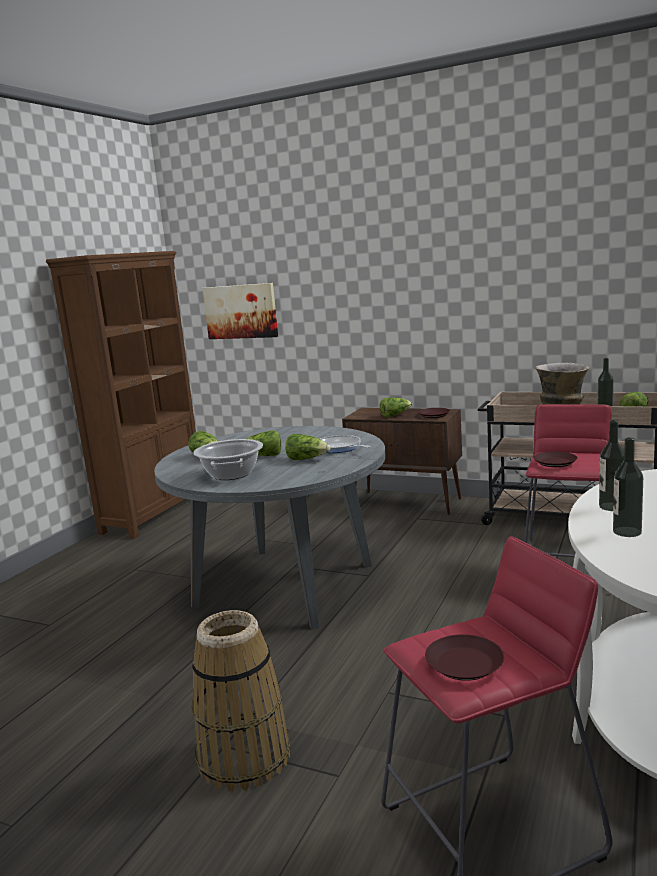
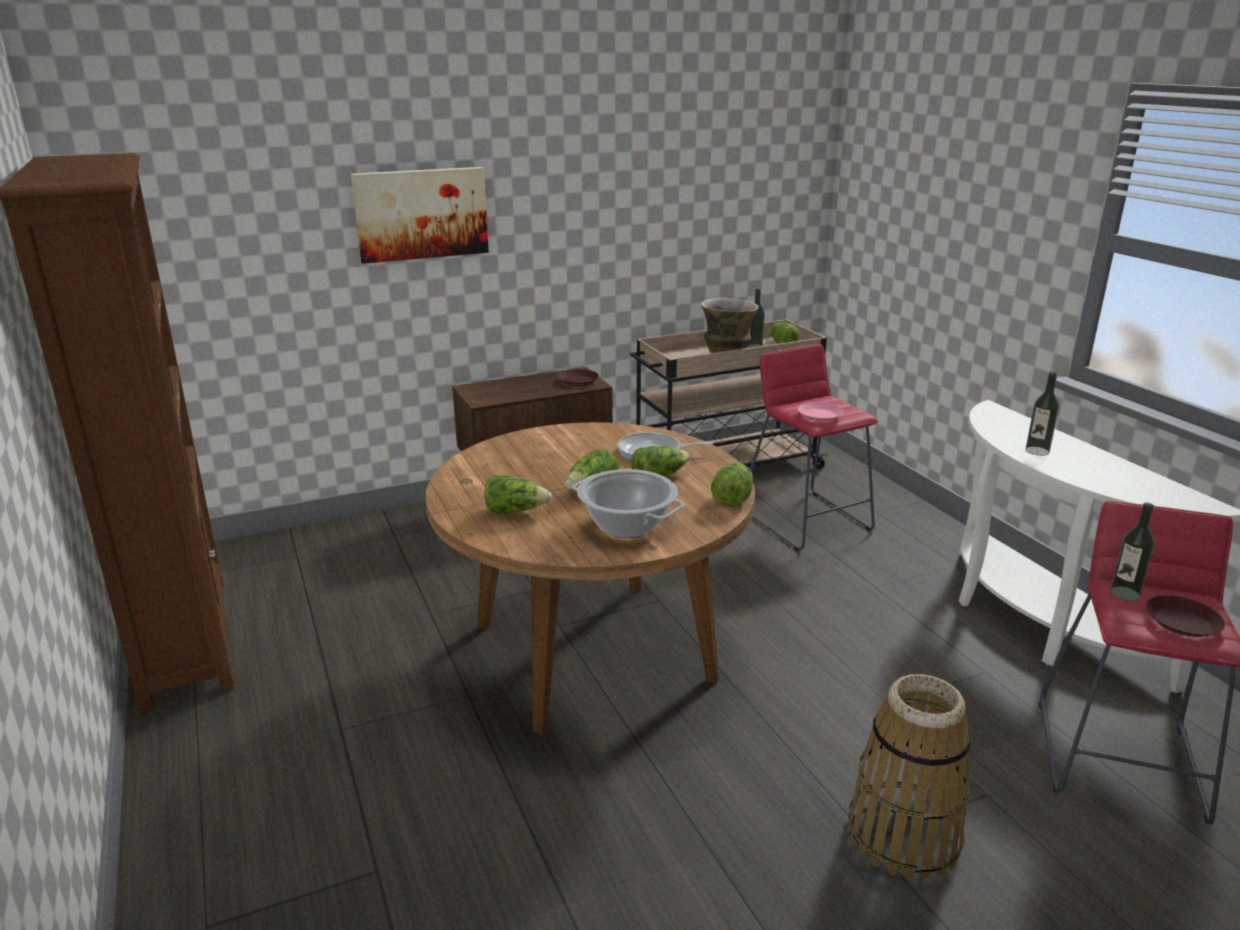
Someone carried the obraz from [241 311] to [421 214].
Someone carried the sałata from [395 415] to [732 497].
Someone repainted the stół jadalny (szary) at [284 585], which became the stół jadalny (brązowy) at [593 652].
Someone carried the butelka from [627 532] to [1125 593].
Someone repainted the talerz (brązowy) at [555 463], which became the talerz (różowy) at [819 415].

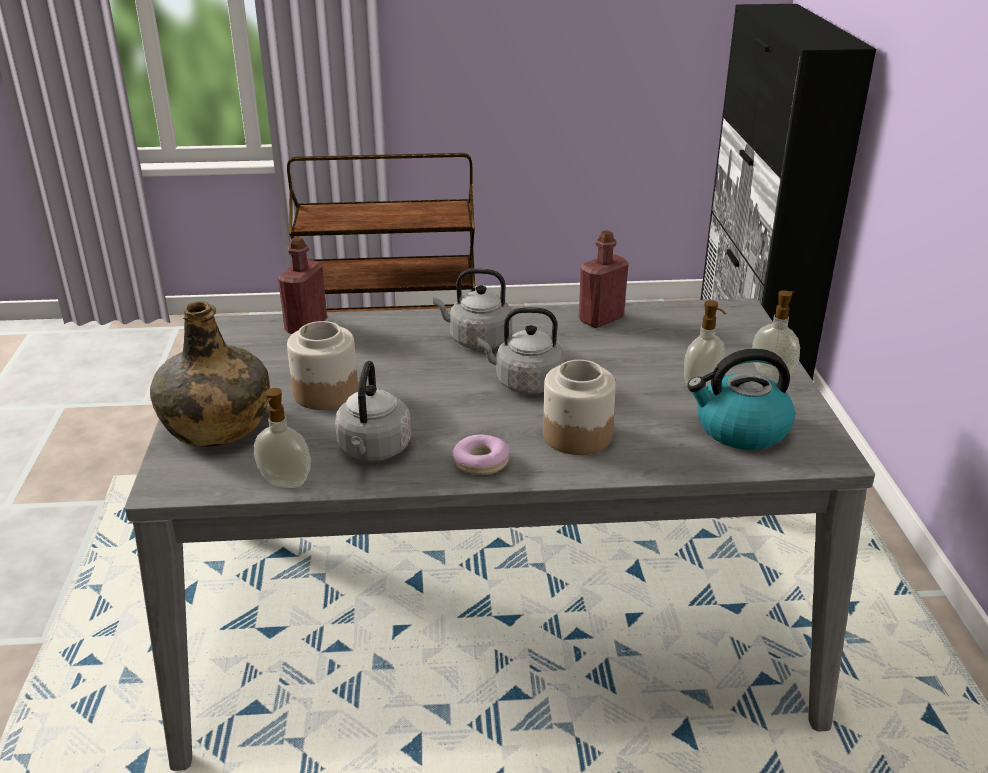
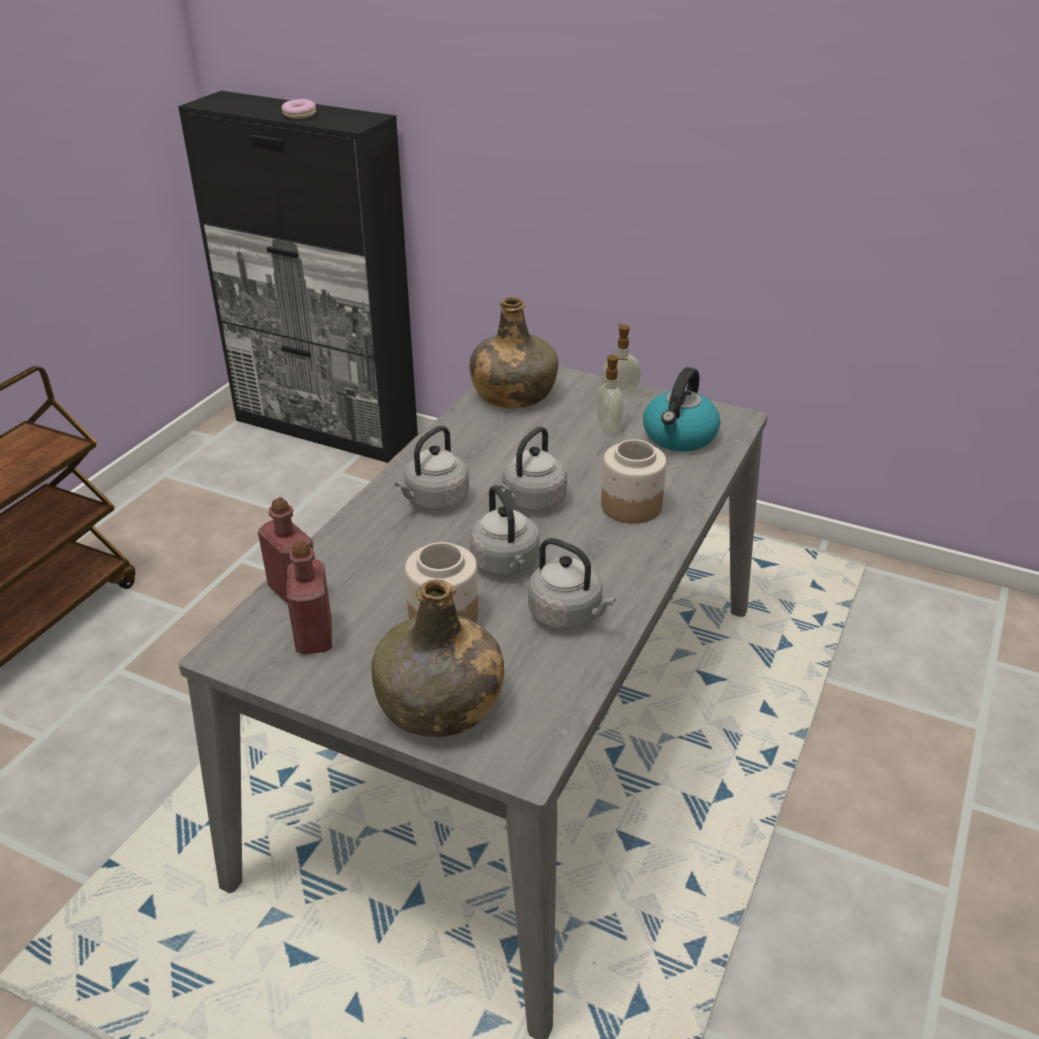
Someone carried the butelka (czerwony) from [601 319] to [314 637].
Someone took away the dozownik mydła at [284 483].
Someone carried the donut from [481 462] to [299 115].
Someone put down the butelka (zielony) at [513 394].
Someone put down the czajnik (szary) at [506 565].

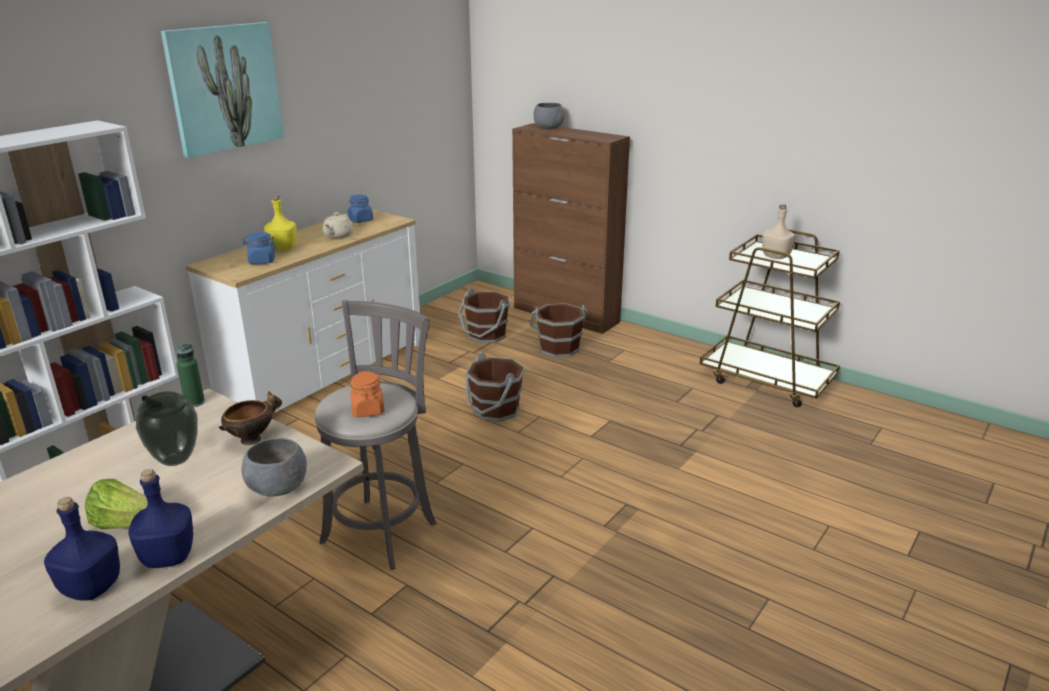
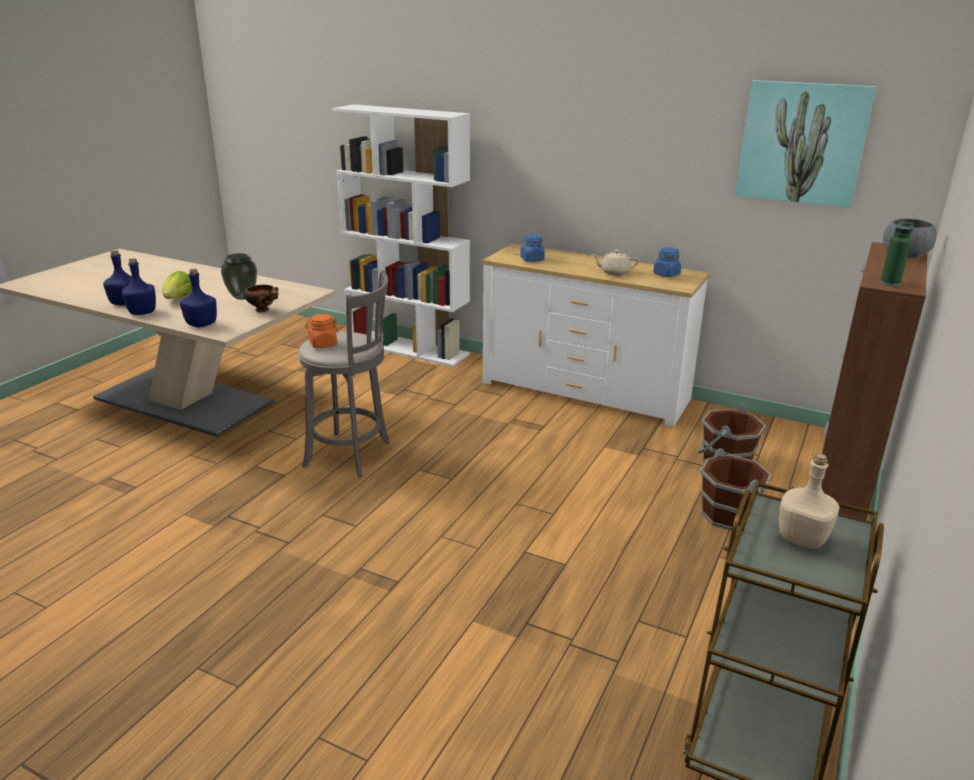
Someone carried the obraz from [225 88] to [802 143].
Someone took away the butelka (żółty) at [282 248].
Someone carried the butelka (zielony) from [194 402] to [890 283].
Someone took away the wiadro (brązowy) at [495 410].
Someone swapped the miska (szary) at [278 487] for the butelka (niebieski) at [202 324].

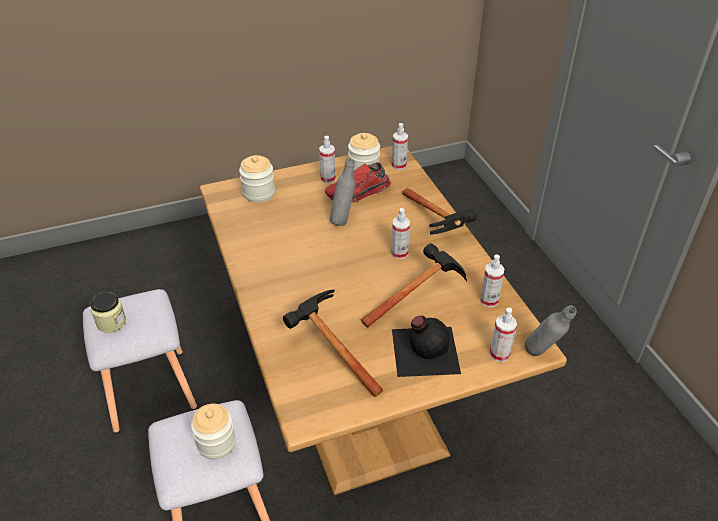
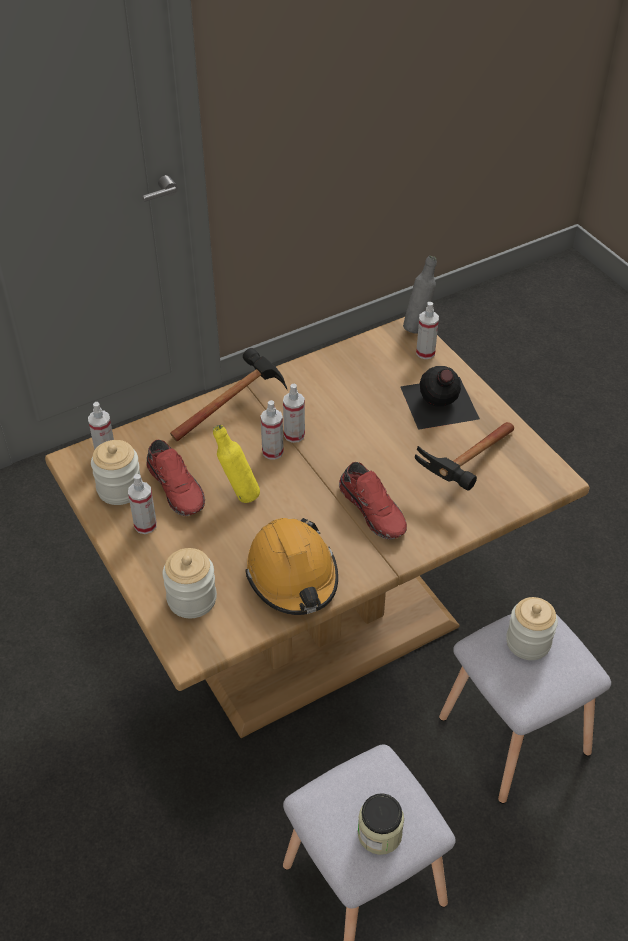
Someone repainted the butelka (szary) at [343 219], which became the butelka (żółty) at [238 494].
Someone took away the młotek at [418 296].
Someone carried the spryskiwacz from [489 300] to [272 452].
Someone put down the but (czerwony) at [374 510].
Someone put down the kask (pomarańczowy) at [292 576].

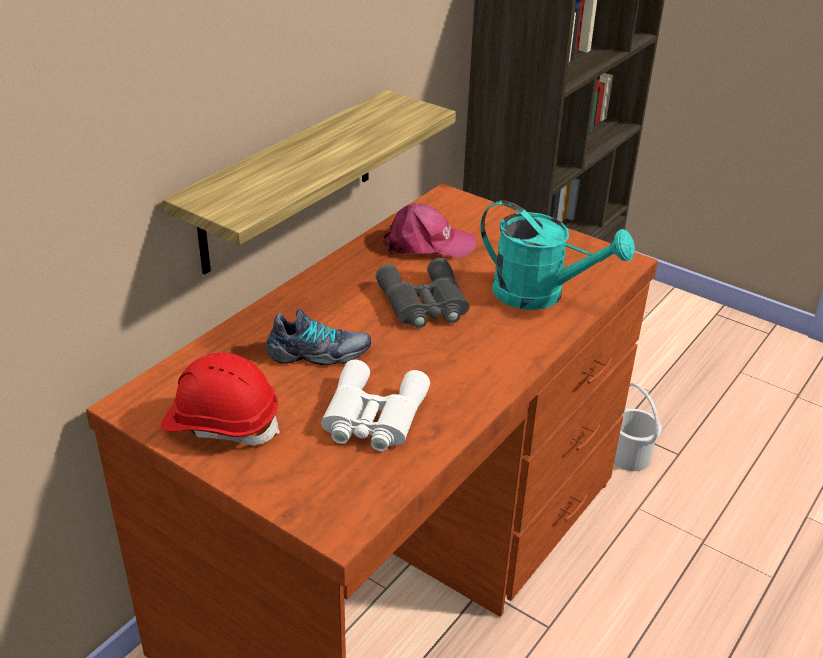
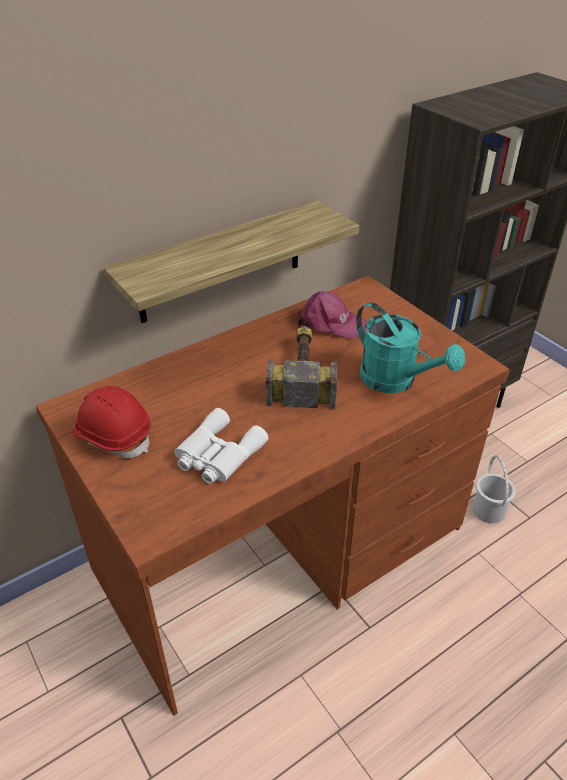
Someone swapped the lornetka (szary) at [423 304] for the młotek at [302 372].
Someone took away the but at [319 354].

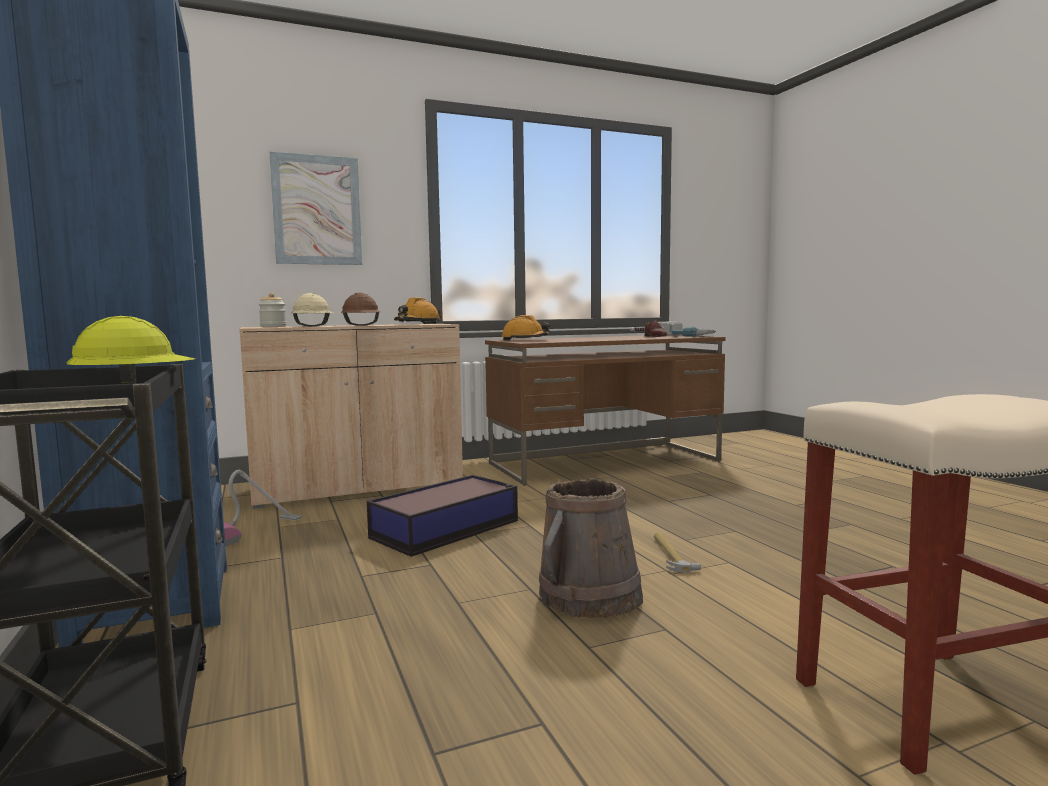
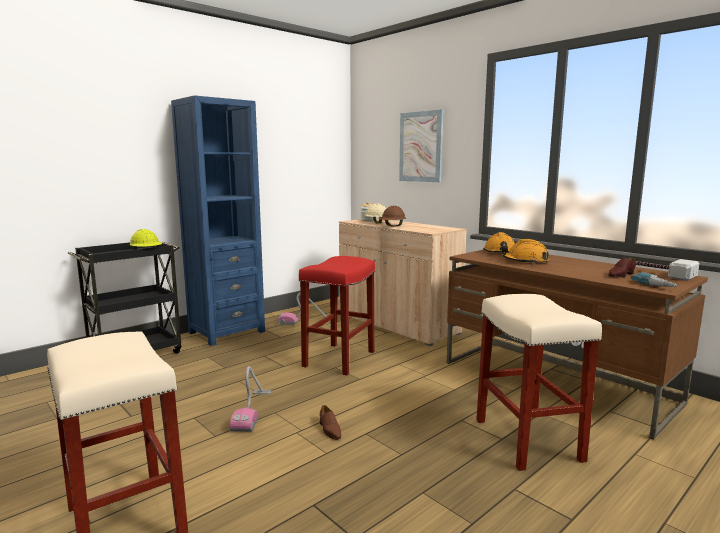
Someone carried the kask (pomarańczowy) from [417 324] to [525 261].
Someone swapped the pojemnik do przechowywania at [447 529] for the stołek (czerwony) at [339 359].
Someone swapped the wiadro (brązowy) at [590 597] for the odkurzacz at [252 411].
Someone swapped the młotek at [671 555] for the but (brązowy) at [329 430].
Someone put down the stołek (beżowy) at [526 439].

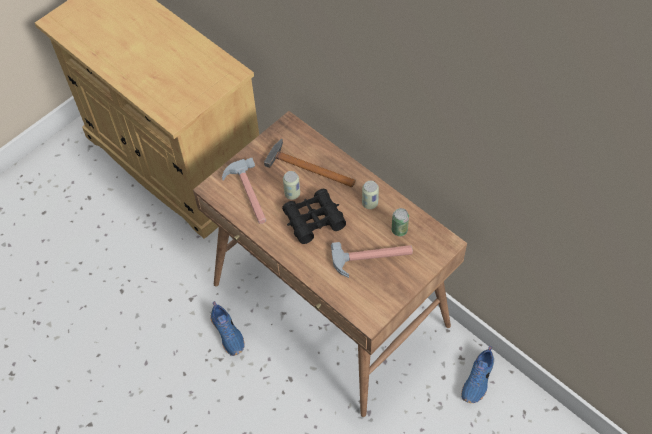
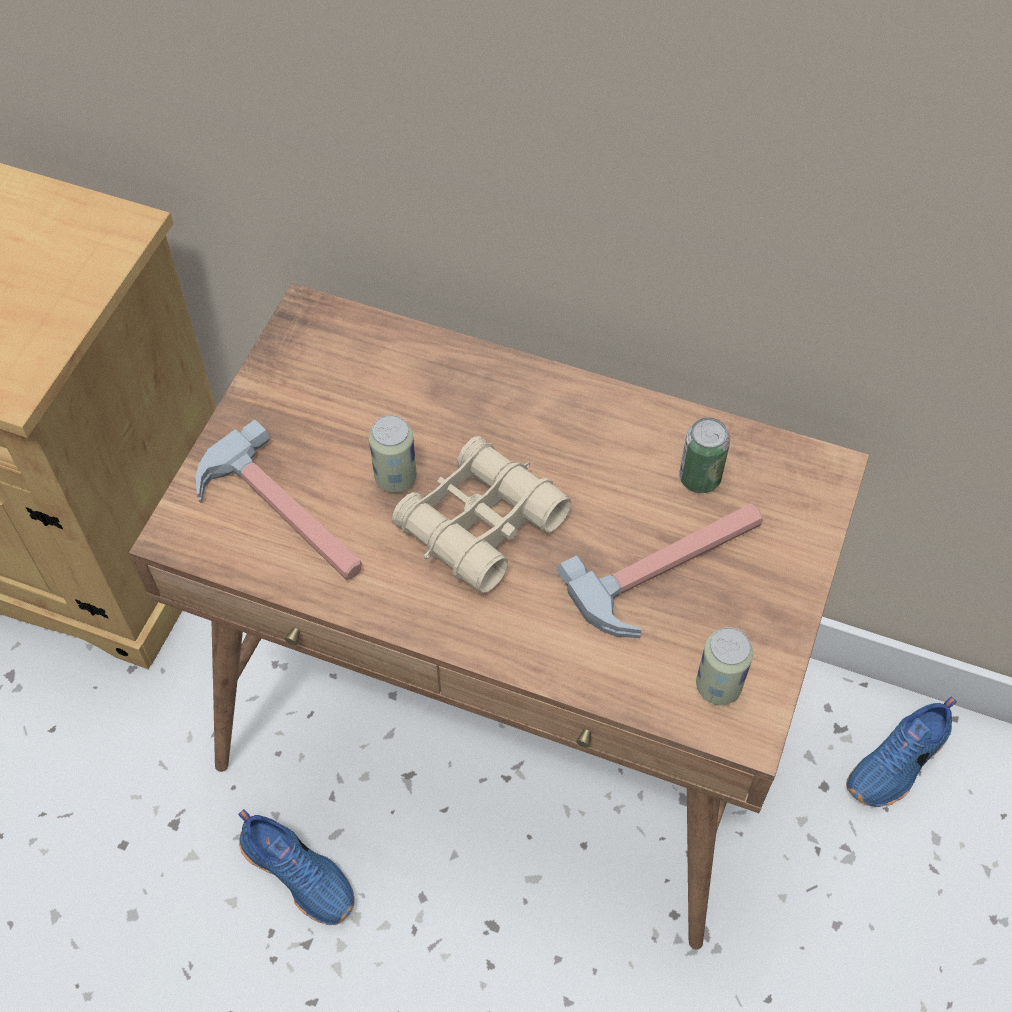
Someone took away the młotek at [307 167].
Someone carried the puszka from [370 203] to [718 685].
Someone repainted the lornetka (czarny) at [313 220], which became the lornetka (beżowy) at [480 524].
Someone rotated the but (niebieski) at [478 380] by 45 degrees clockwise.

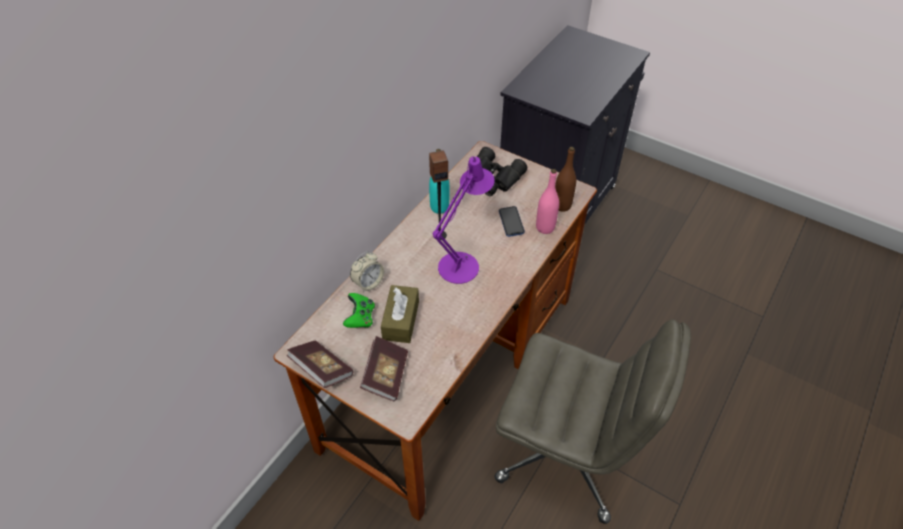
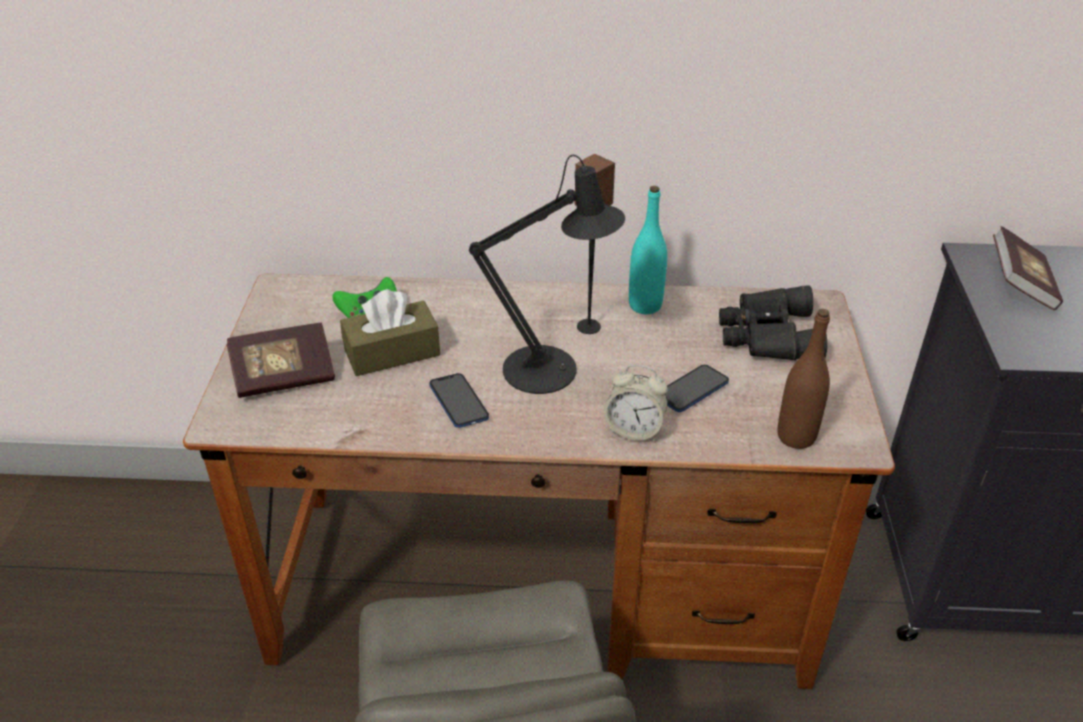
Someone repainted the lampa stołowa (fioletowy) at [462 263], which became the lampa stołowa (czarny) at [551 370].
Someone took away the butelka (różowy) at [545 227].
Someone carried the budzik from [368 283] to [634 430].
Someone carried the książka from [322 370] to [1020 285].
Someone put down the telefon at [458 402].

